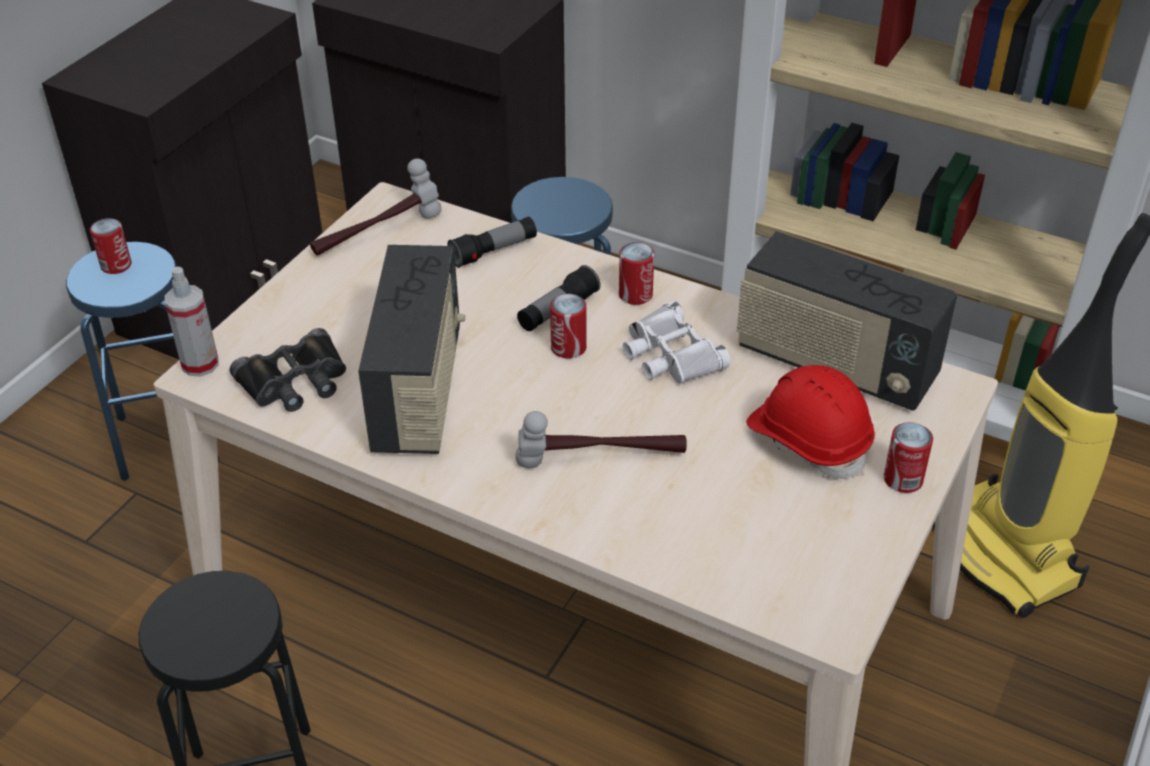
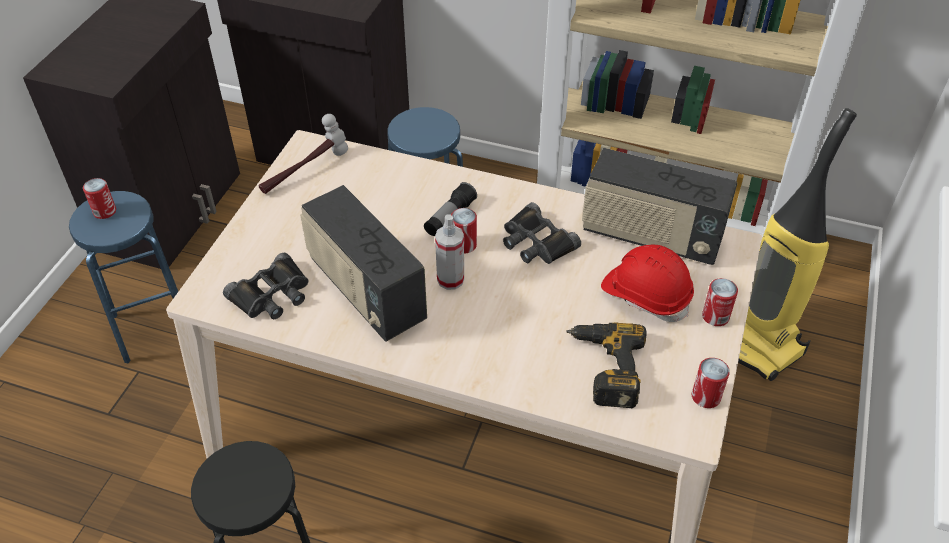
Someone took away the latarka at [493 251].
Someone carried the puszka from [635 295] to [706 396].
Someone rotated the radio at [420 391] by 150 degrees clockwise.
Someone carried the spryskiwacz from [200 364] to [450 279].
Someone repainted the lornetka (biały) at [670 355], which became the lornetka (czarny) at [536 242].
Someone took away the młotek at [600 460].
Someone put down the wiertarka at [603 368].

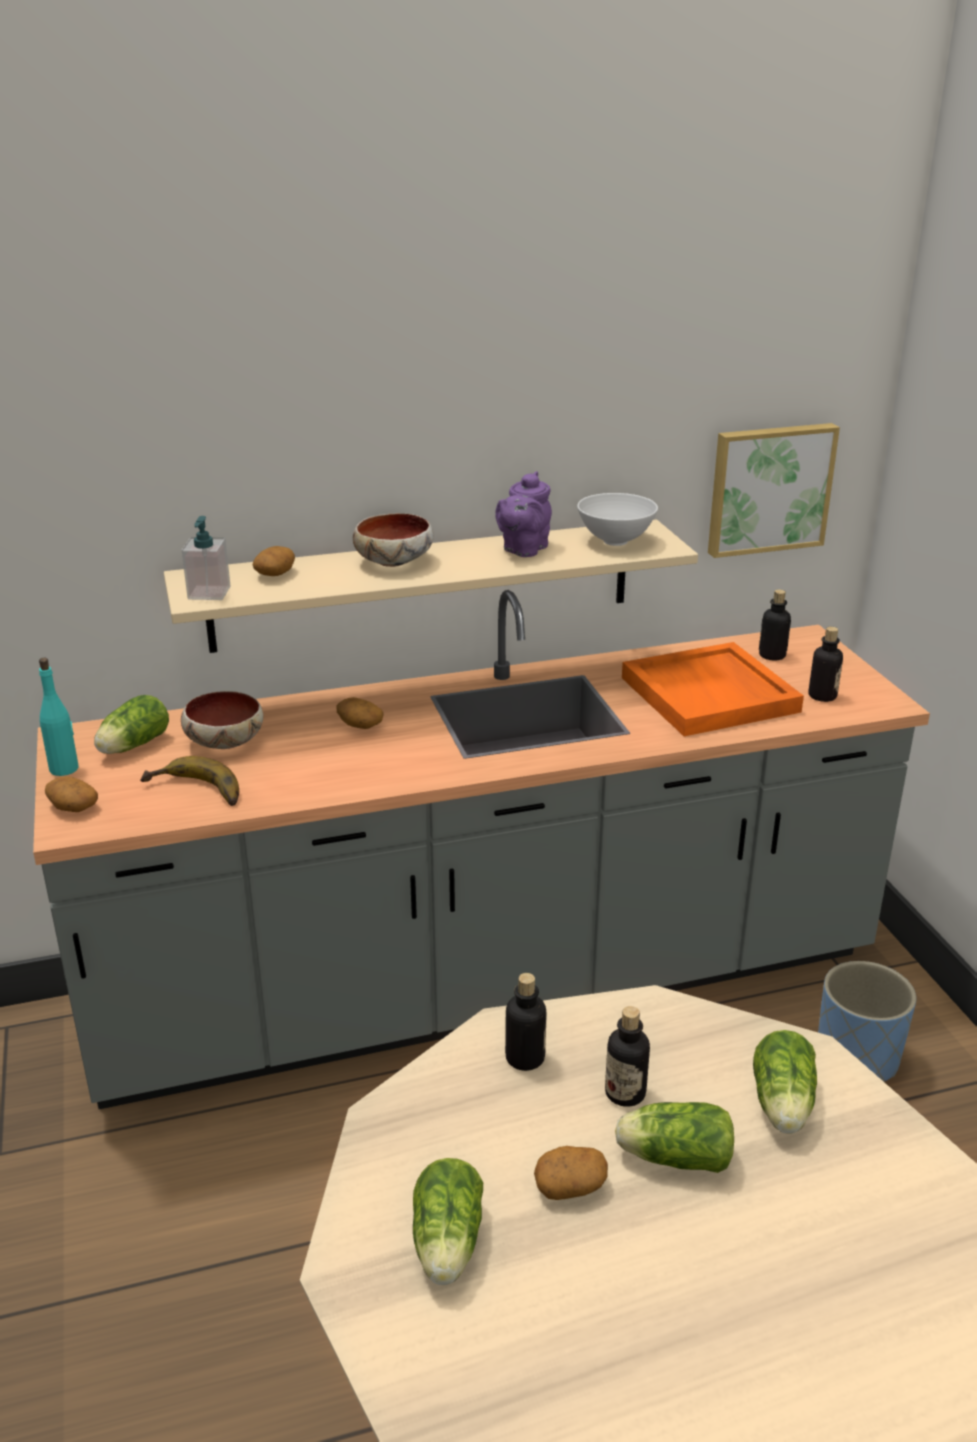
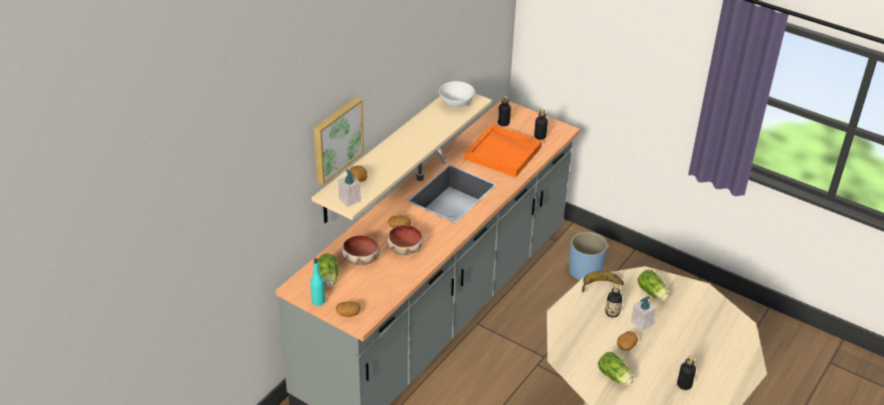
Someone carried the obraz from [769 488] to [336 139].
Someone took away the imbryk (fioletowy) at [523 549].
Someone carried the miska from [394 561] to [404 248].
Someone carried the banan from [194 793] to [602 287].
Someone carried the butelka from [525 1058] to [684 384].
Someone swapped the sałata at [672 1157] for the dozownik mydła at [641 323].

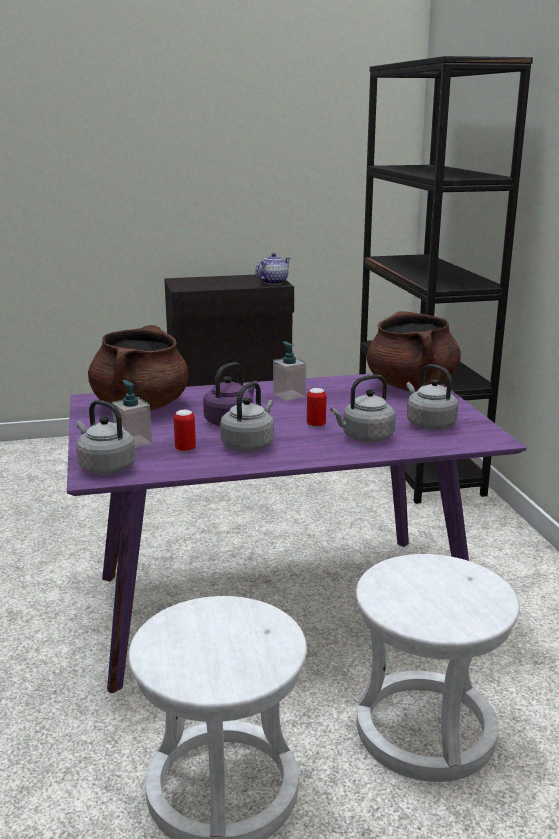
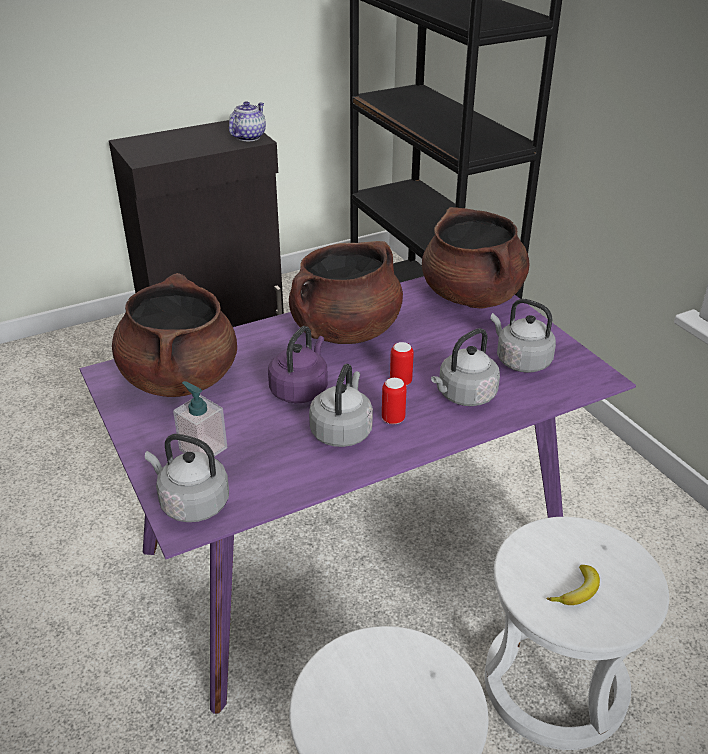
Someone swapped the dozownik mydła at [289 395] for the garnek (brązowy) at [345 331].
Someone carried the puszka from [185 449] to [393 419].
Someone put down the banan at [577 591].

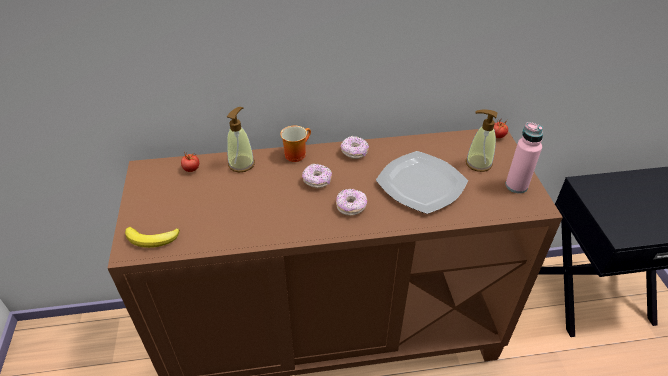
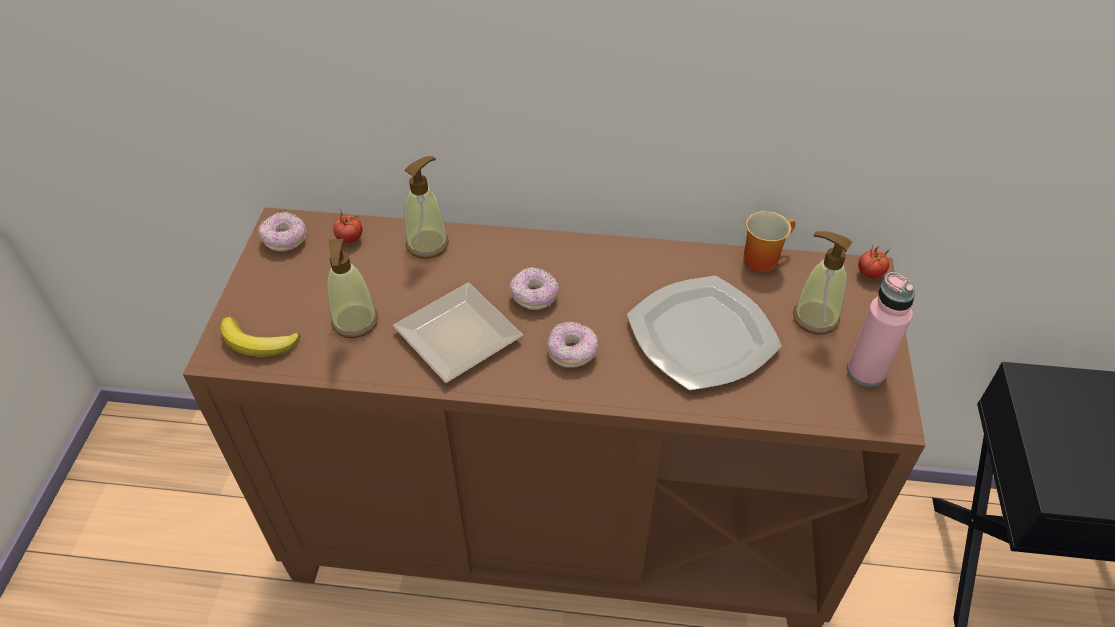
Someone carried the kubek from [296 153] to [762 256].
Someone carried the donut from [354 152] to [285 240].
Someone put down the dozownik mydła at [355 322].
Someone put down the talerz at [457 339].

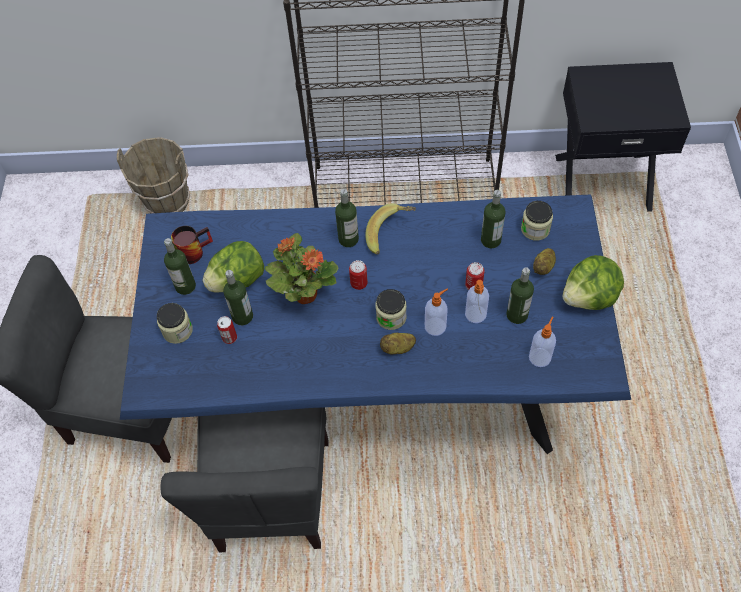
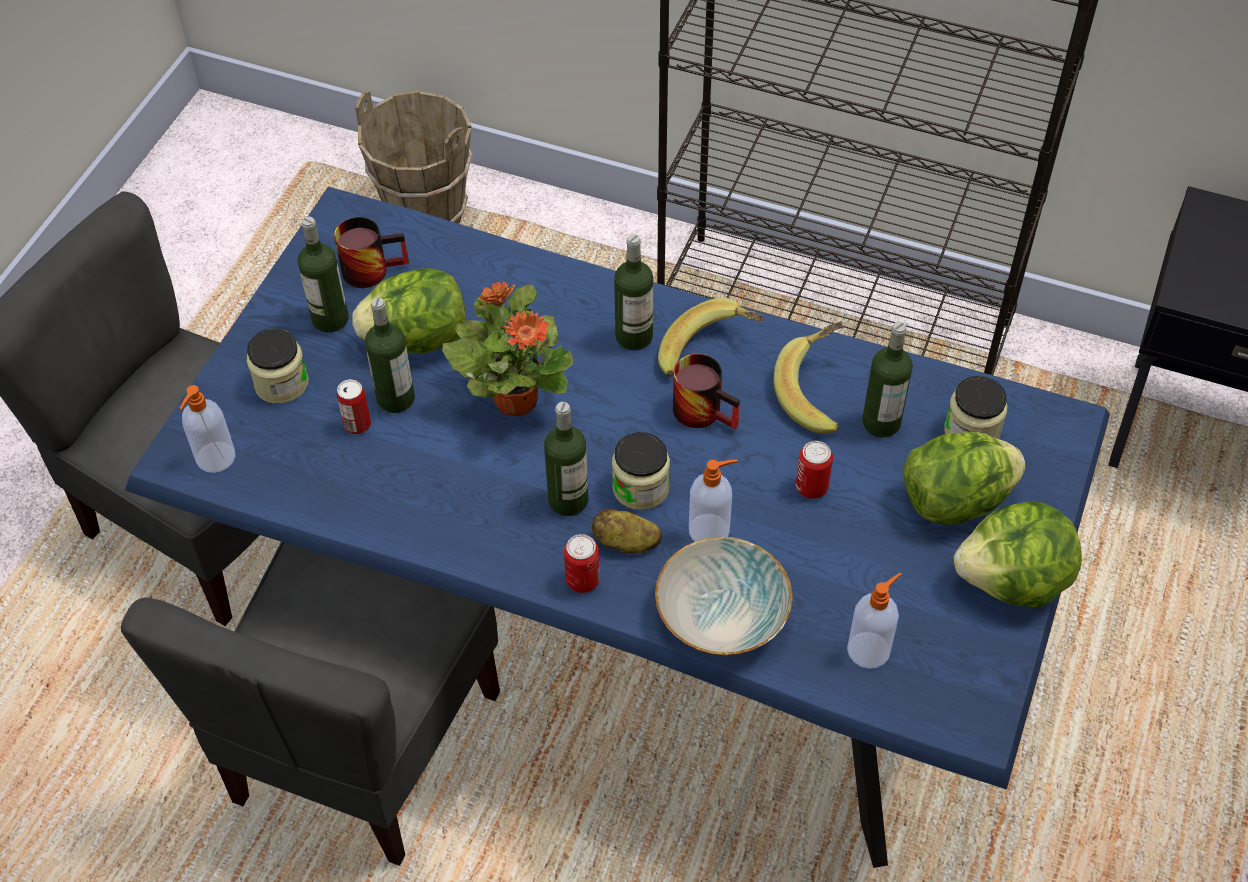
Someone swapped the ziemniak at [544 267] for the sałata at [955 501].
Someone carried the puszka from [359 283] to [582 580].
Someone carried the butelka from [517 315] to [568 500].
Someone carried the dozownik mydła from [475 315] to [215 458].
Someone put down the banan at [819 392].
Someone put down the kubek at [706 410].
Someone put down the miska at [723 617].

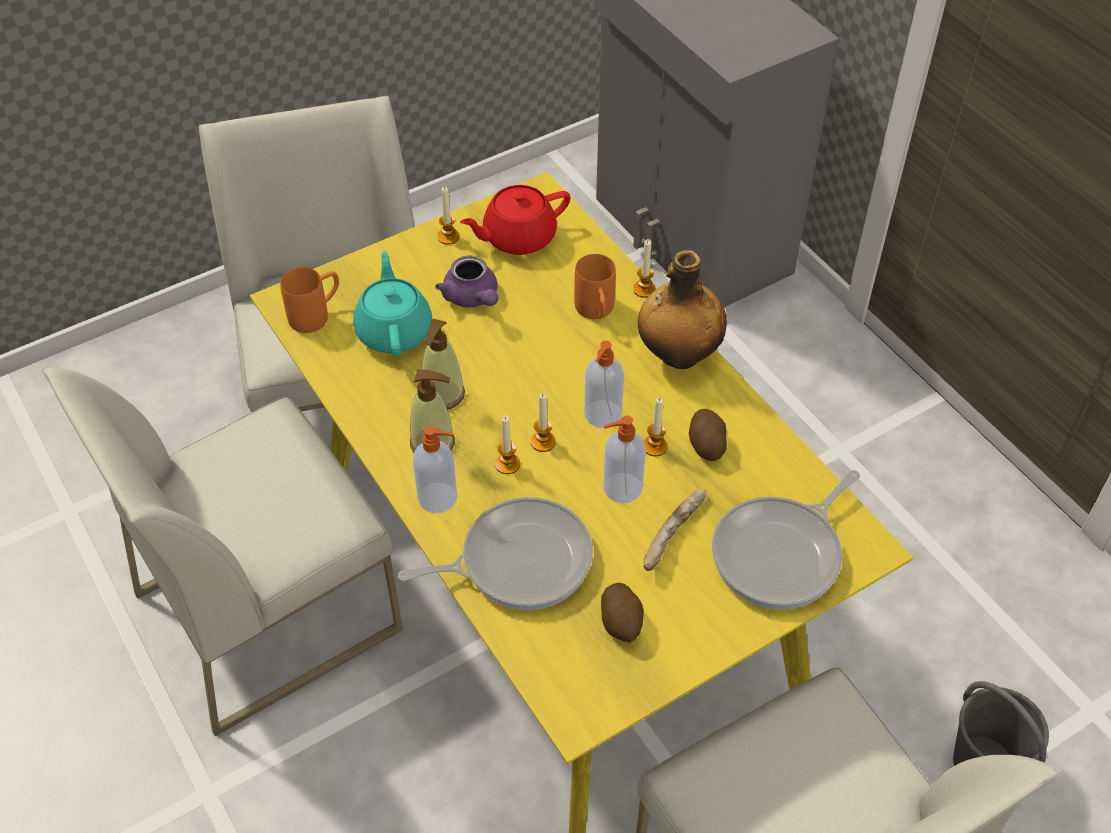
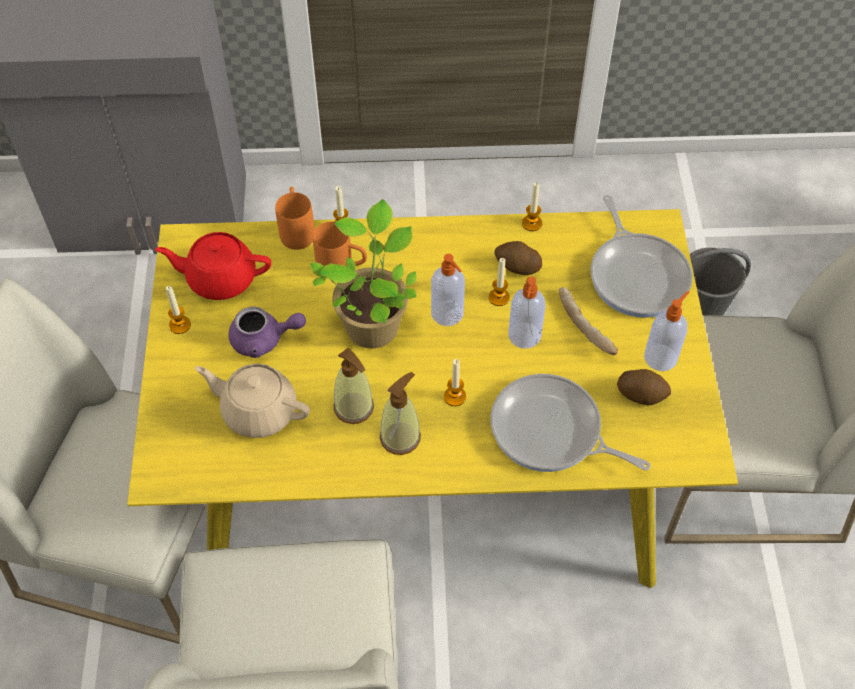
Someone rotated the imbryk (czerwony) at [518 237] by 90 degrees clockwise.
Someone took away the butelka at [678 355].
Someone repainted the imbryk (turkusowy) at [394 330], which became the imbryk (beżowy) at [258 411].
Someone carried the kubek (pomarańczowy) from [316 314] to [296 230].
Someone carried the świeca from [543 442] to [532 223].
Someone carried the dozownik mydła from [439 498] to [661 357].
Someone rotated the patelnia at [518 561] by 75 degrees counterclockwise.
Someone put down the roślina doniczkowa at [373 324].

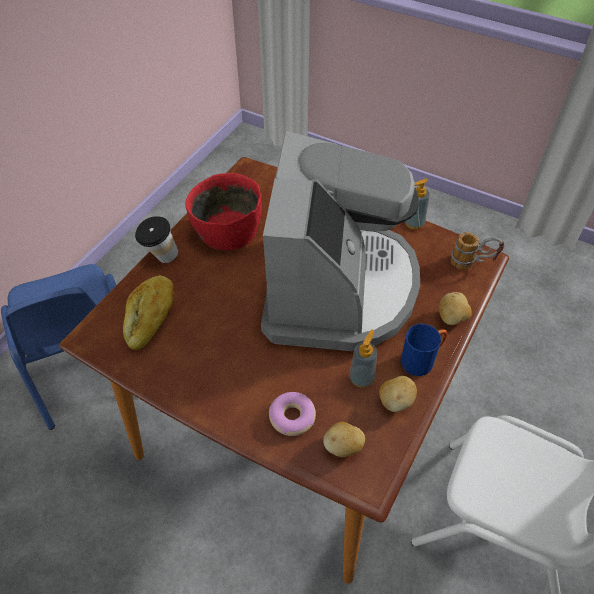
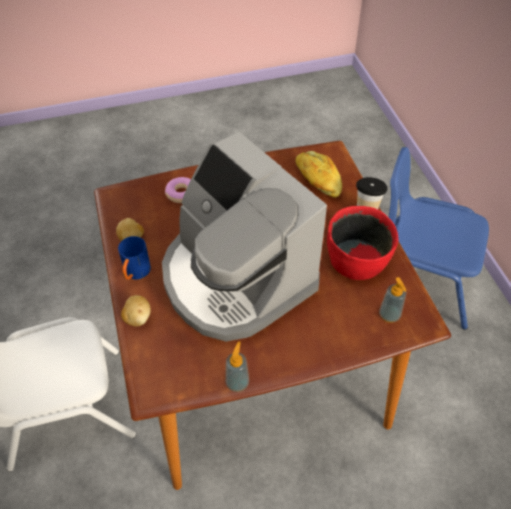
Someone took away the kubek at [472 263].
Someone carried the dozownik mydła from [361 378] to [389 315].
Someone took away the ziemniak at [343 447].

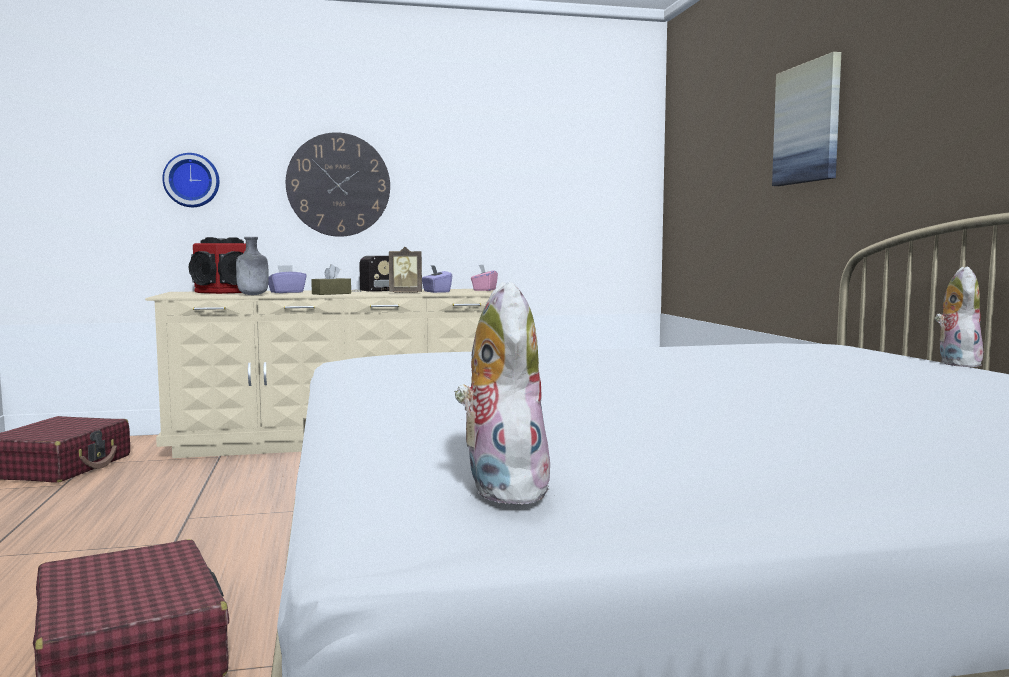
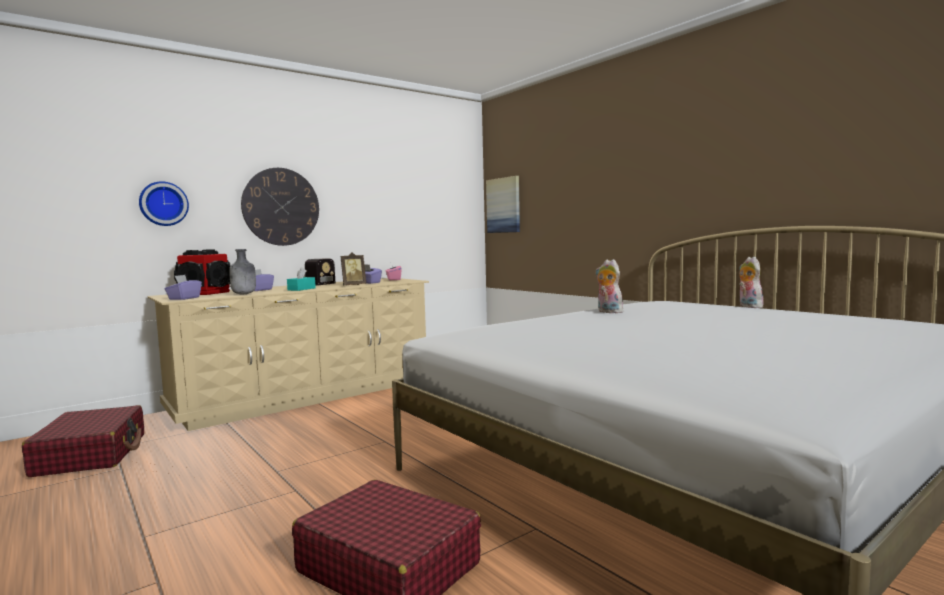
Someone carried the obraz from [808 123] to [503 205].
Someone repainted the pudełko chusteczek (brązowy) at [331 294], which became the pudełko chusteczek (turkusowy) at [301 289].
Someone carried the pluszak from [501 488] to [608 312].
Someone put down the pudełko chusteczek (fioletowy) at [184 298].

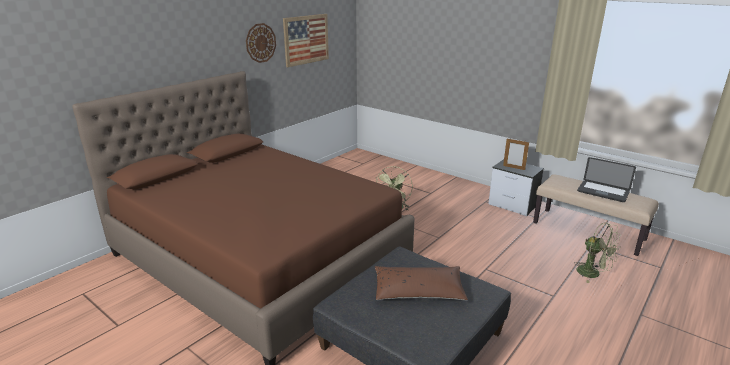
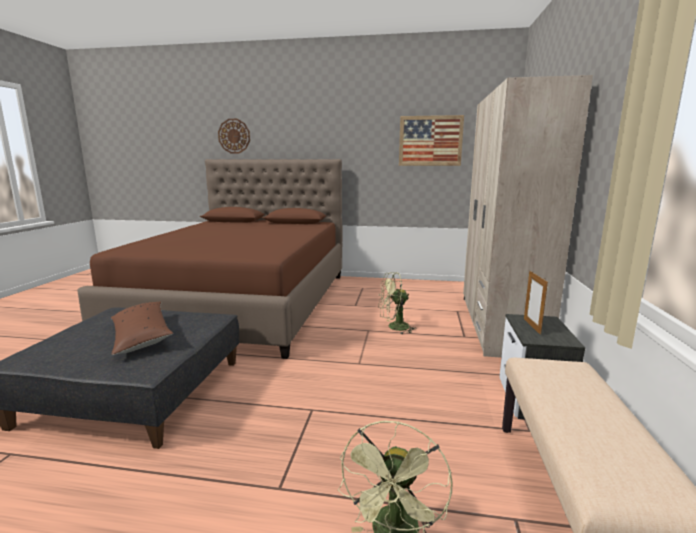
Someone carried the zegar ścienny from [260 43] to [234 136].
Someone took away the laptop at [603 192].
Someone put down the szafa (beżowy) at [499 325].

